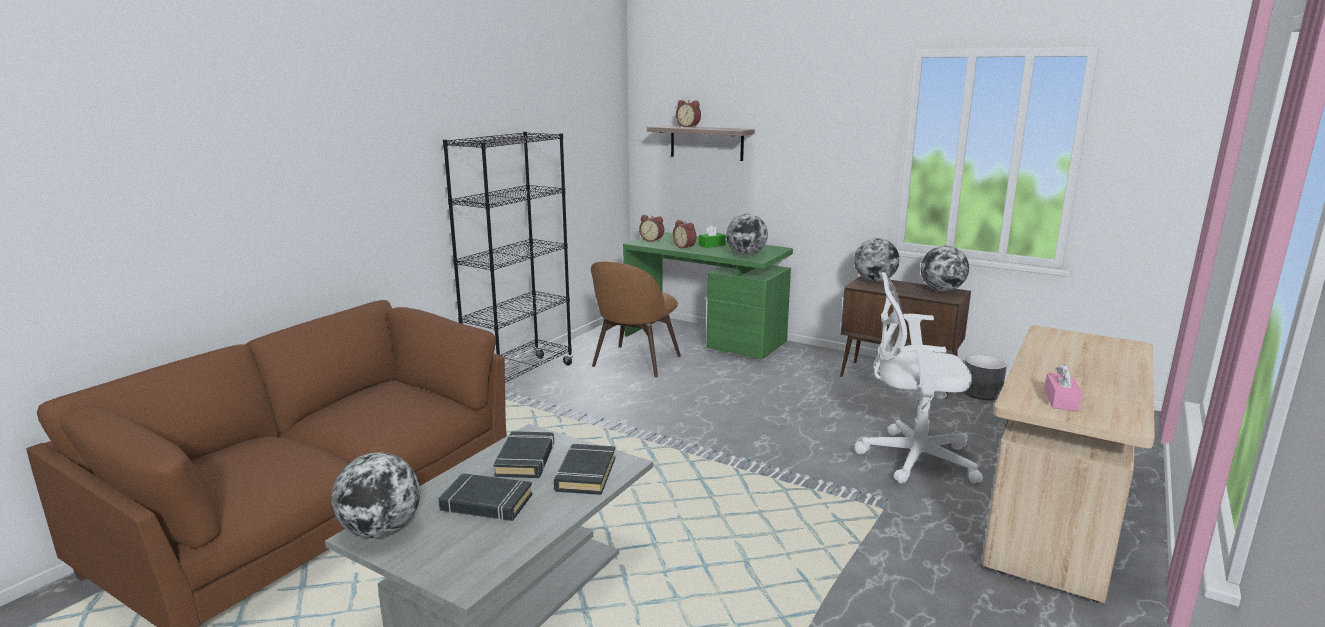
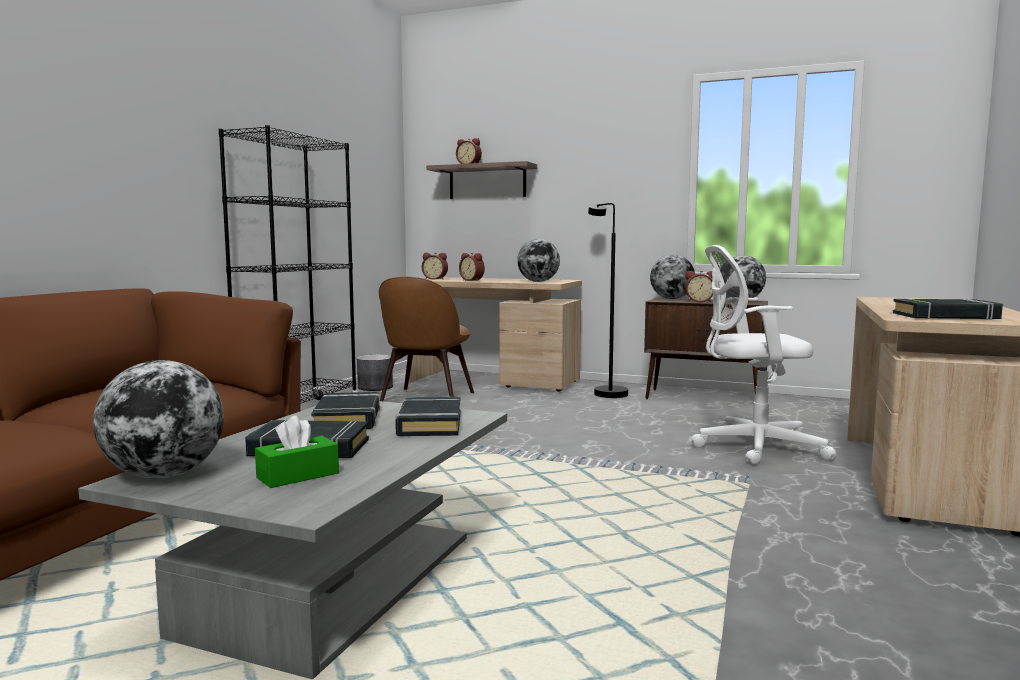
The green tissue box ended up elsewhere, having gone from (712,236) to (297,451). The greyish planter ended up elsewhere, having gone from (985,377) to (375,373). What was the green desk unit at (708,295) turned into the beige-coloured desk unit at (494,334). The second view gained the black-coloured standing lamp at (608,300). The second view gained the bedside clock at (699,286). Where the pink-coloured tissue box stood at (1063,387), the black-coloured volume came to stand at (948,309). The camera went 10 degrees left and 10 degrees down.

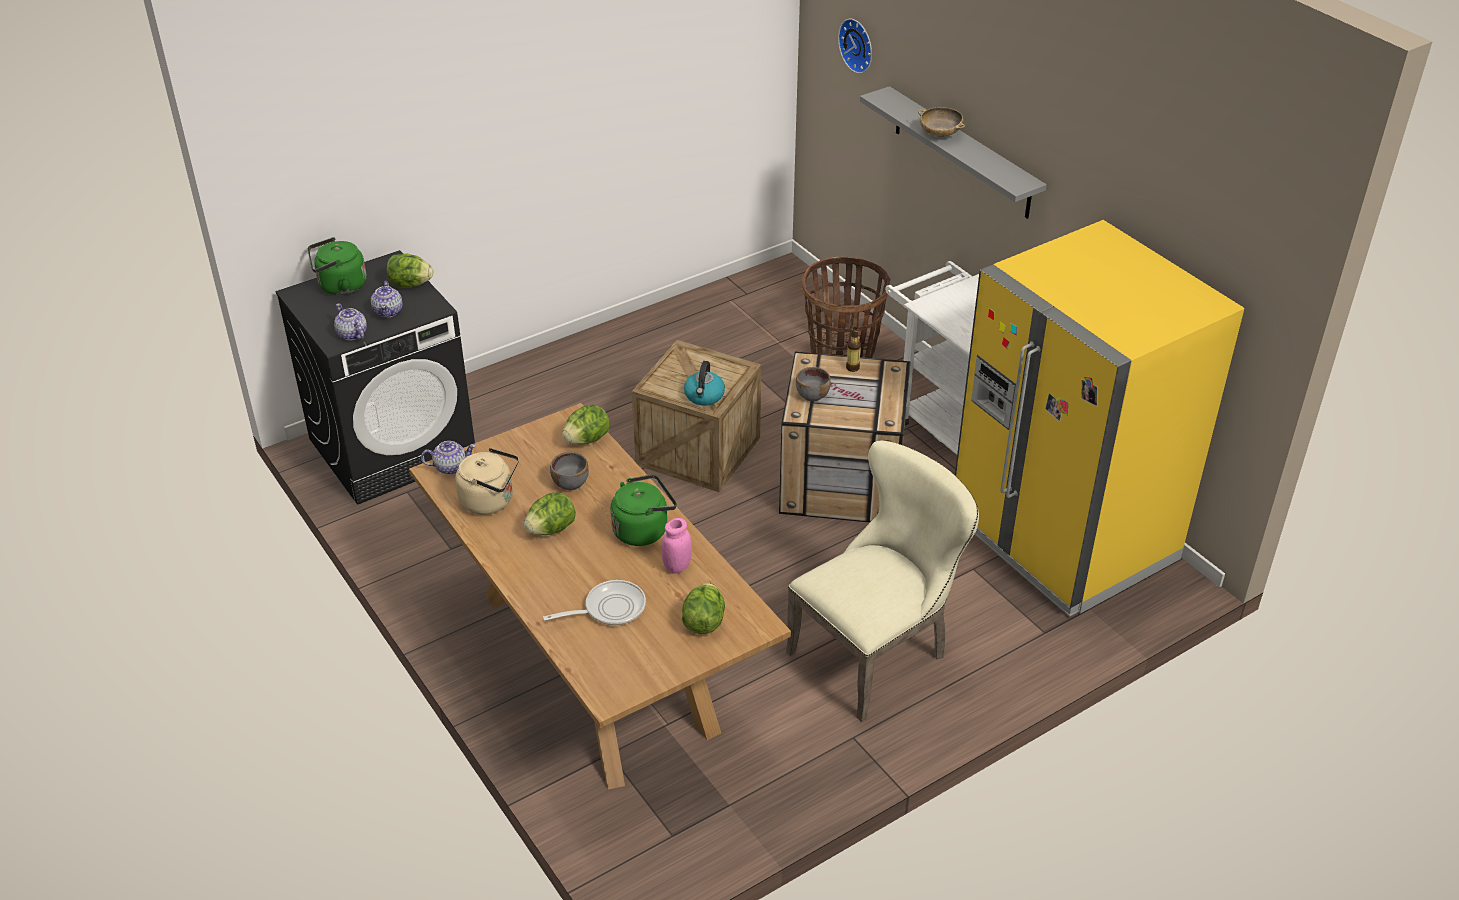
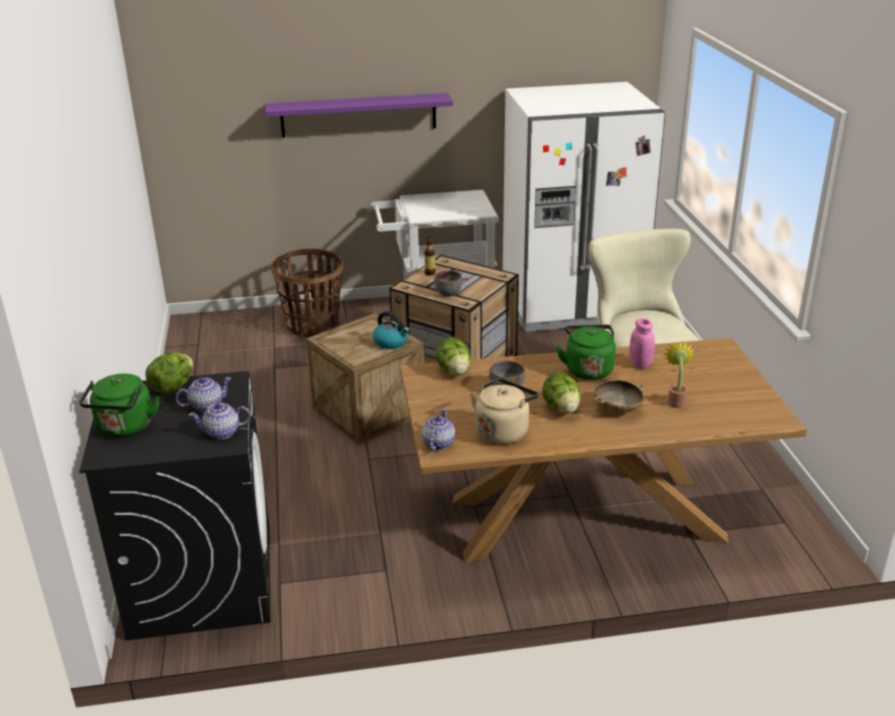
The teapot at (386,299) ended up facing another way, 45 degrees counterclockwise from before. What was the greyish wall shelf at (953,152) turned into the purplish wall shelf at (359,115). What was the yellow fridge at (1099,418) turned into the whitish fridge at (584,207). The beige-coloured deep dish ended up elsewhere, having gone from (941,122) to (619,396). Where the pan stood at (594,602), the plant in a pot came to stand at (679,375). The second view lost the lettuce head at (703,608). The second view lost the clock on the wall at (855,46). The camera went 65 degrees left and 10 degrees down.

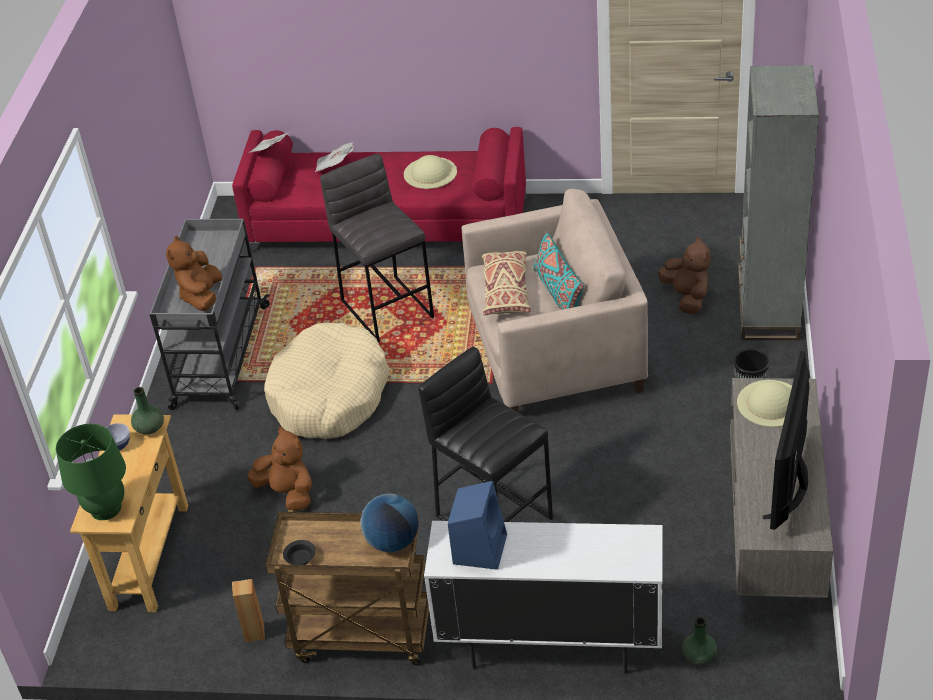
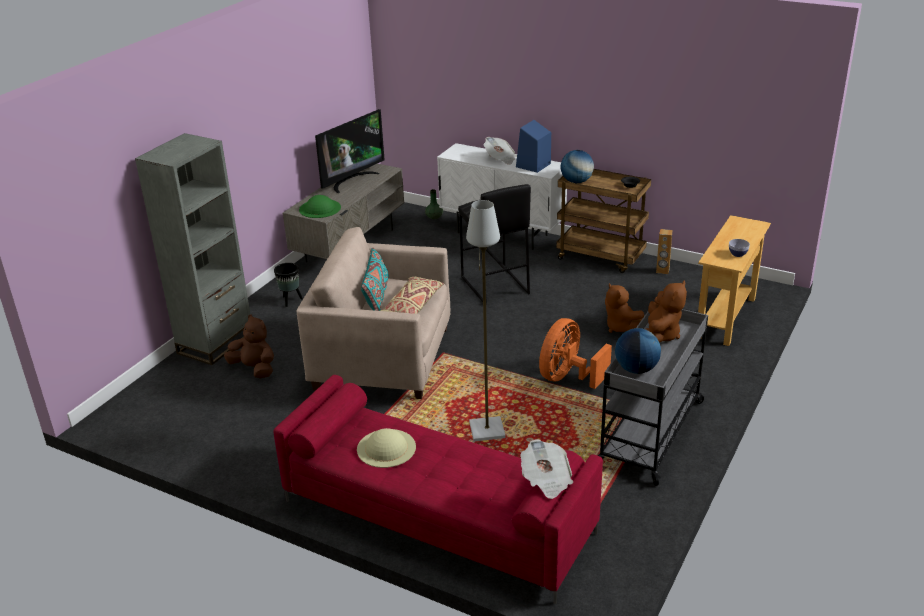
The brown plush toy at (684,275) ended up facing another way, 120 degrees clockwise from before. What was the beige-coloured clothing hat at (764,403) turned into the green clothing hat at (320,206). Where the greyish stool stood at (377,247), the greyish standing lamp came to stand at (486,320). The newspaper ended up elsewhere, having gone from (334,157) to (500,151). Where the beige-coloured pet bed stood at (326,381), the orange-coloured fan came to stand at (575,353). The second view gained the world globe at (638,351). The second view lost the green lamp for a table at (91,472). The second view lost the green decorative vase at (147,411). The camera went 160 degrees left and 10 degrees down.

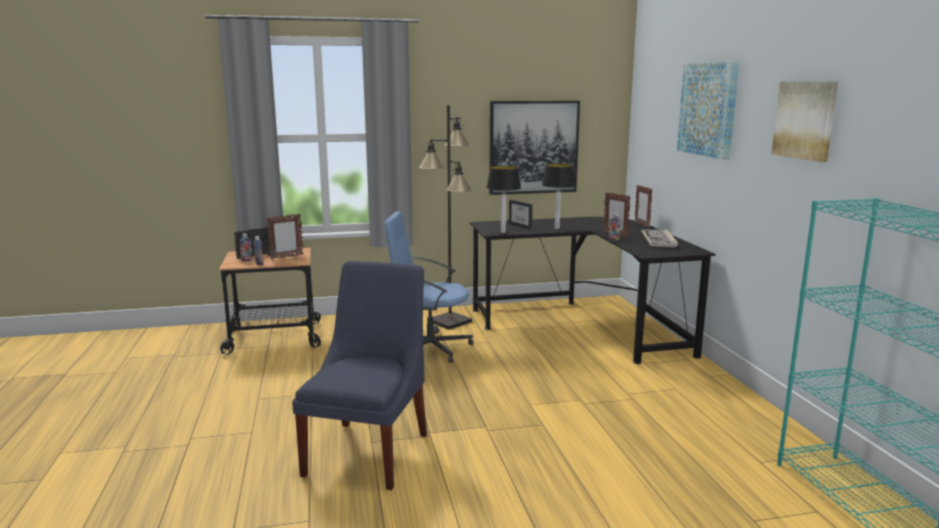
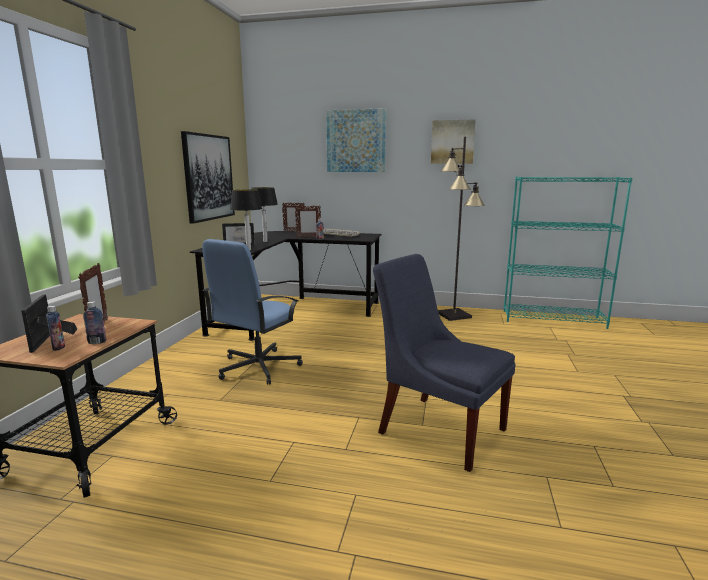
The black-coloured standing lamp ended up elsewhere, having gone from (445,217) to (461,229). The camera went 65 degrees left and 0 degrees up.

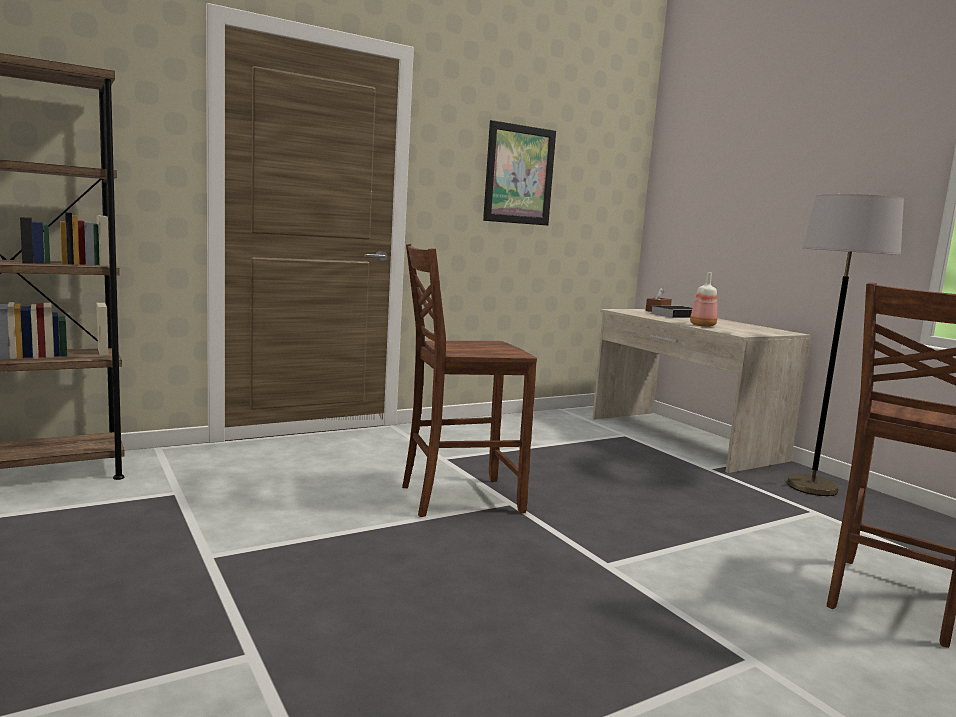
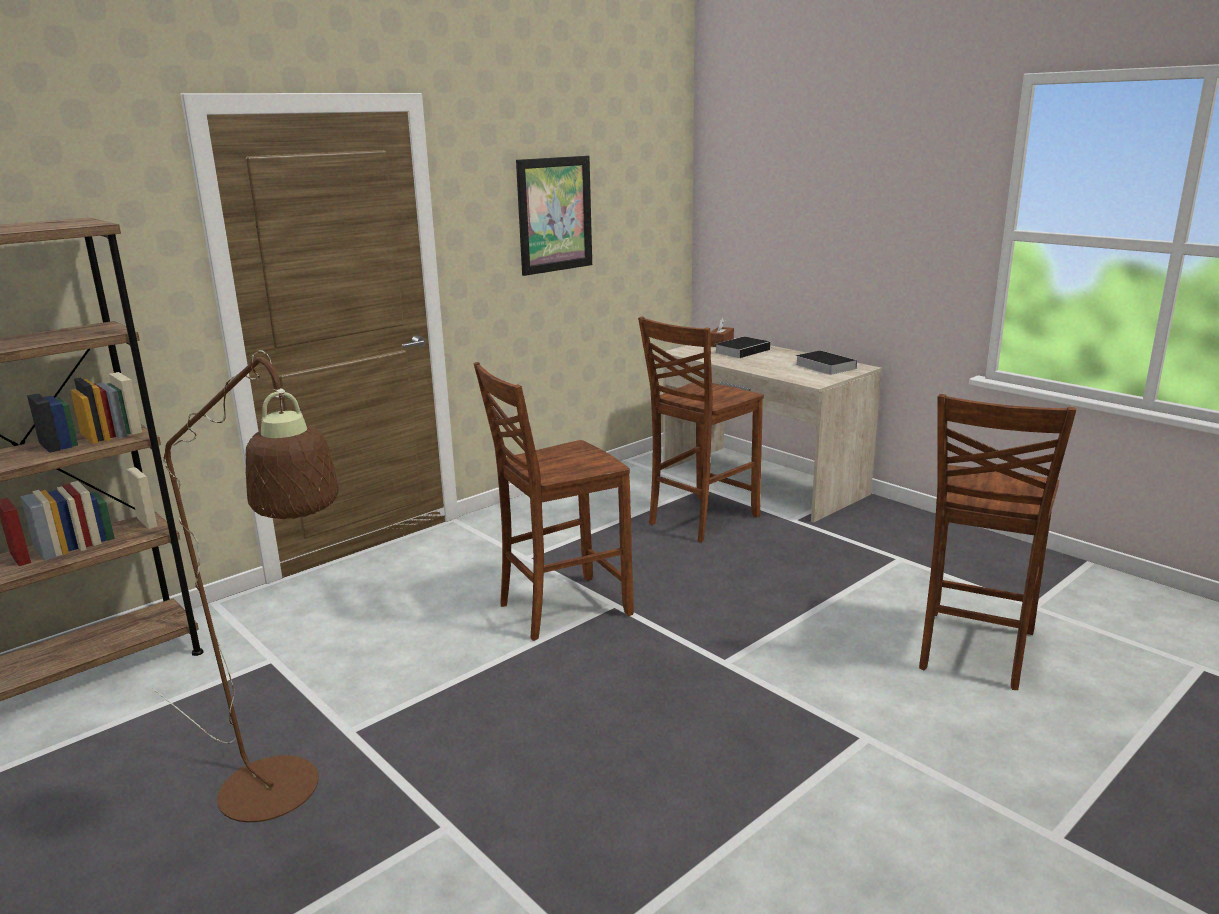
The second view gained the brown standing lamp at (245,586). The second view gained the brown plain chair at (701,430). The second view gained the volume at (826,362). The second view lost the drink bottle at (703,299). The second view lost the greyish standing lamp at (845,345). The camera went 10 degrees left and 10 degrees up.

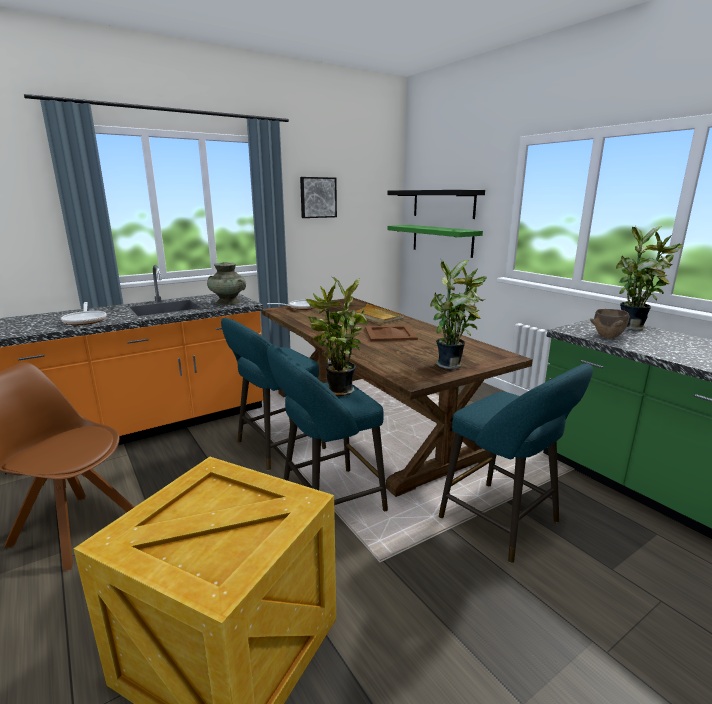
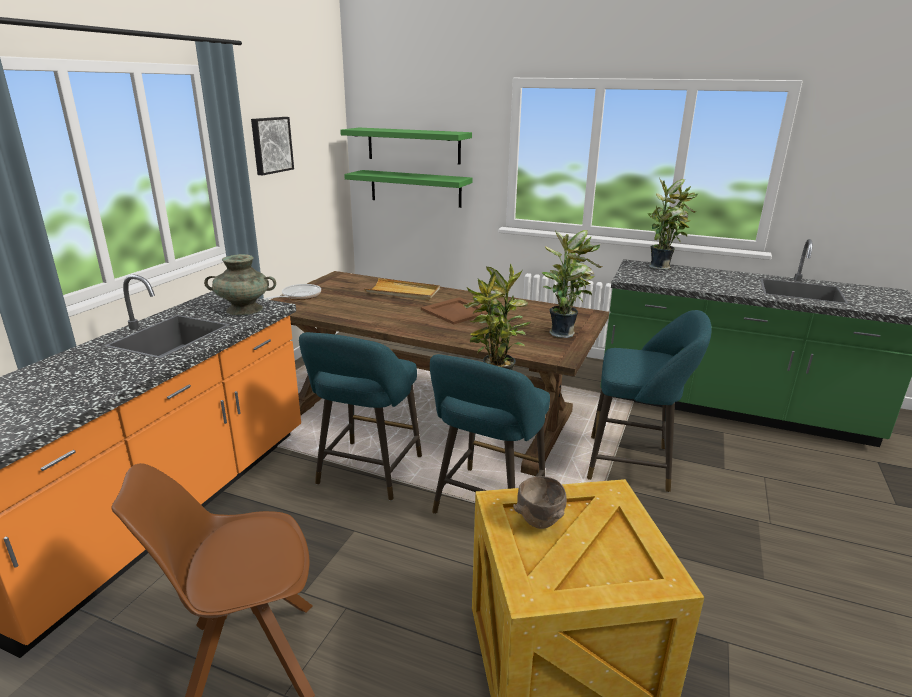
What was the black-coloured wall shelf at (436,204) turned into the green wall shelf at (406,146). The brown deep dish ended up elsewhere, having gone from (610,323) to (540,502). The second view lost the pan at (84,313). The camera went 35 degrees left and 5 degrees up.

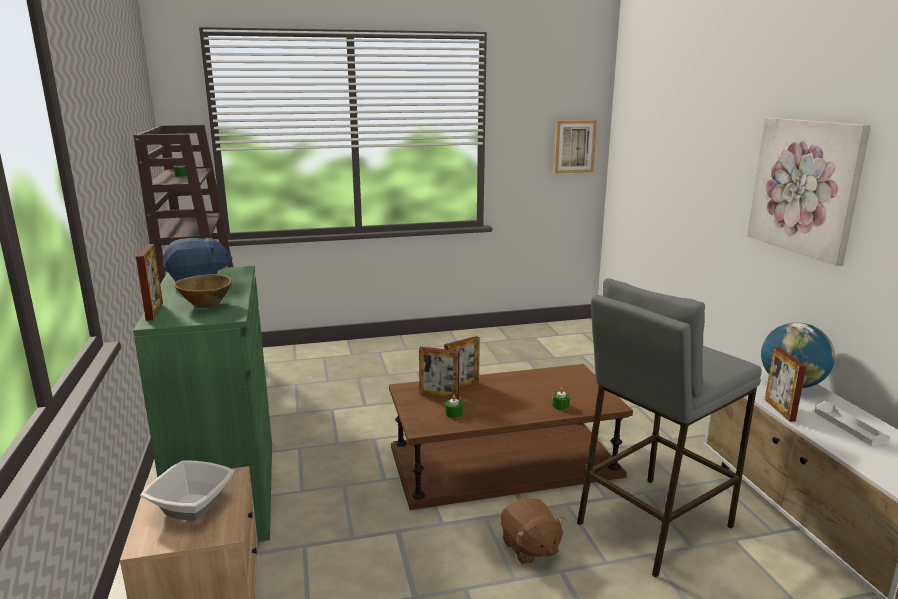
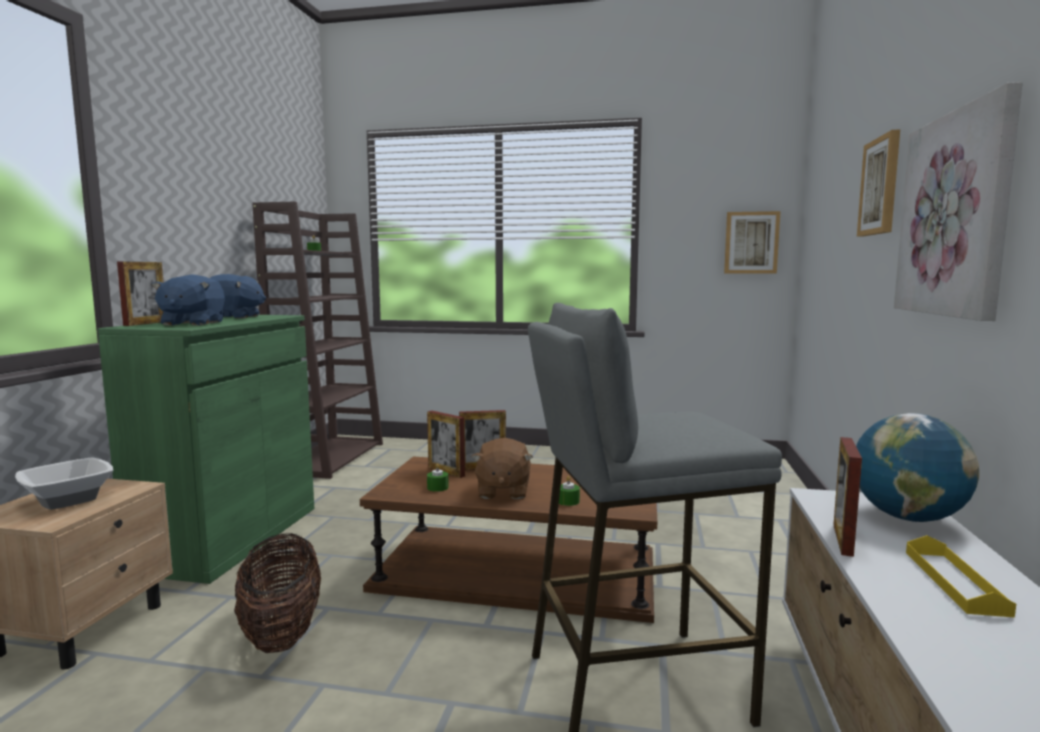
Where the brown deep dish stood at (203,291), the blue-coloured plush toy came to stand at (188,300). The second view gained the storage basket at (277,593). The brown plush toy ended up elsewhere, having gone from (533,531) to (502,468). The second view gained the picture at (878,182). What was the whitish tray at (852,423) turned into the yellow tray at (961,576). The camera went 25 degrees right and 10 degrees down.

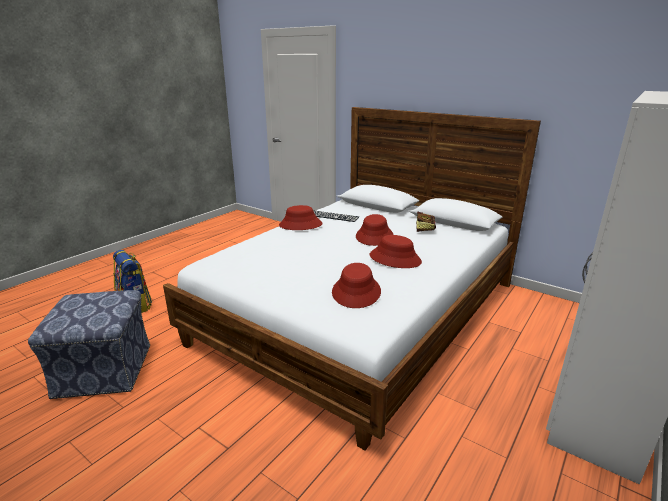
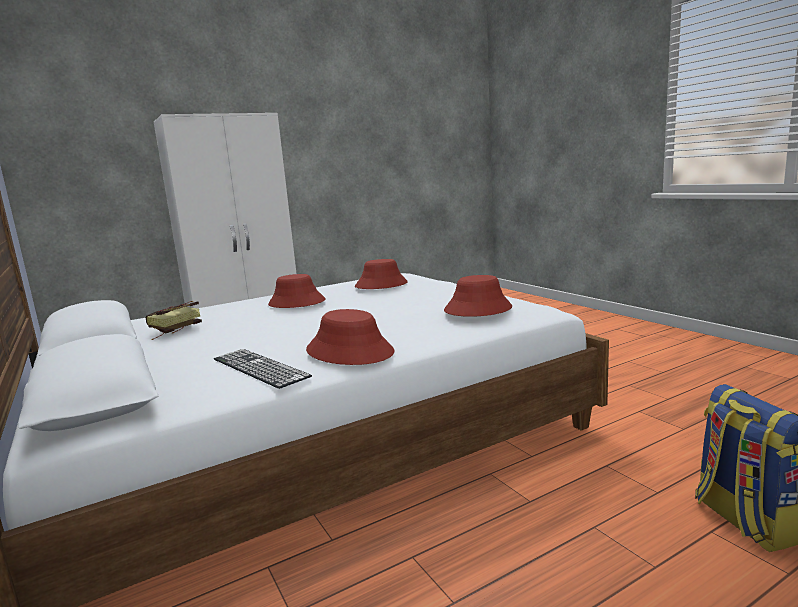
The red clothing hat ended up elsewhere, having gone from (374,230) to (478,296). The second view lost the pouffe at (89,344). The camera went 155 degrees left and 10 degrees down.

